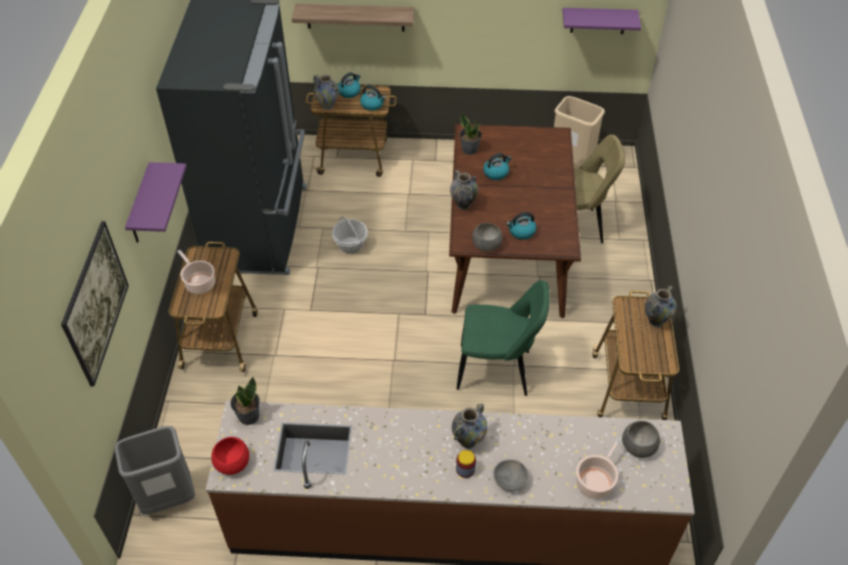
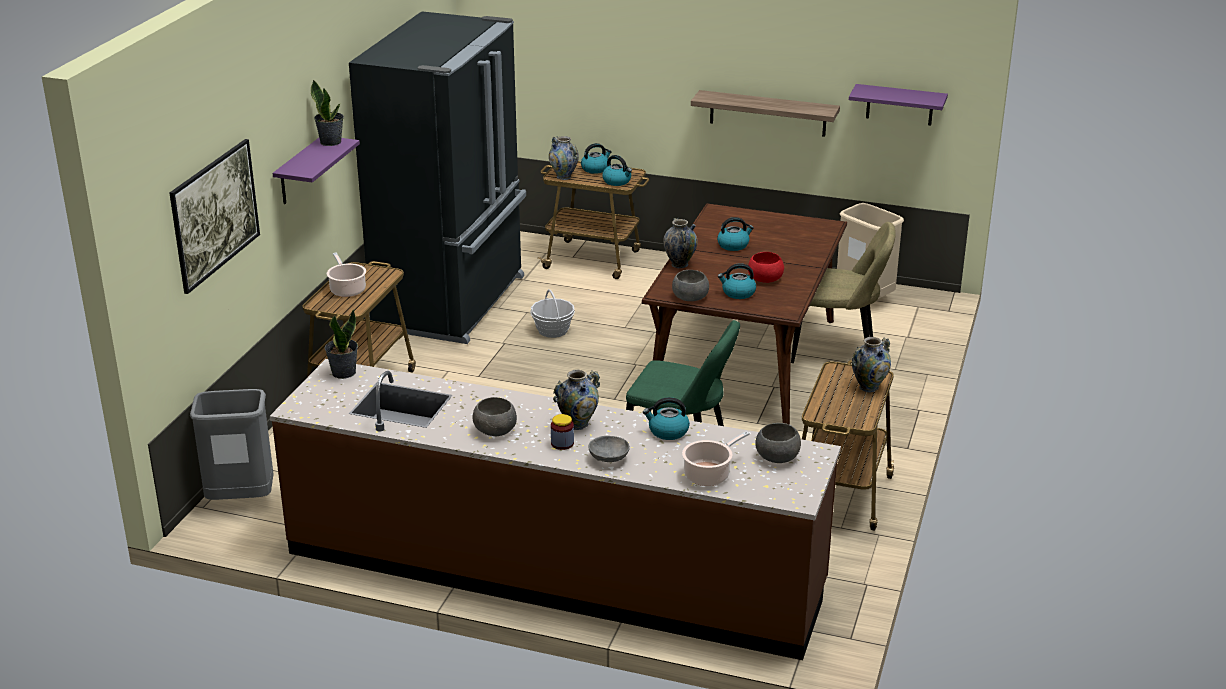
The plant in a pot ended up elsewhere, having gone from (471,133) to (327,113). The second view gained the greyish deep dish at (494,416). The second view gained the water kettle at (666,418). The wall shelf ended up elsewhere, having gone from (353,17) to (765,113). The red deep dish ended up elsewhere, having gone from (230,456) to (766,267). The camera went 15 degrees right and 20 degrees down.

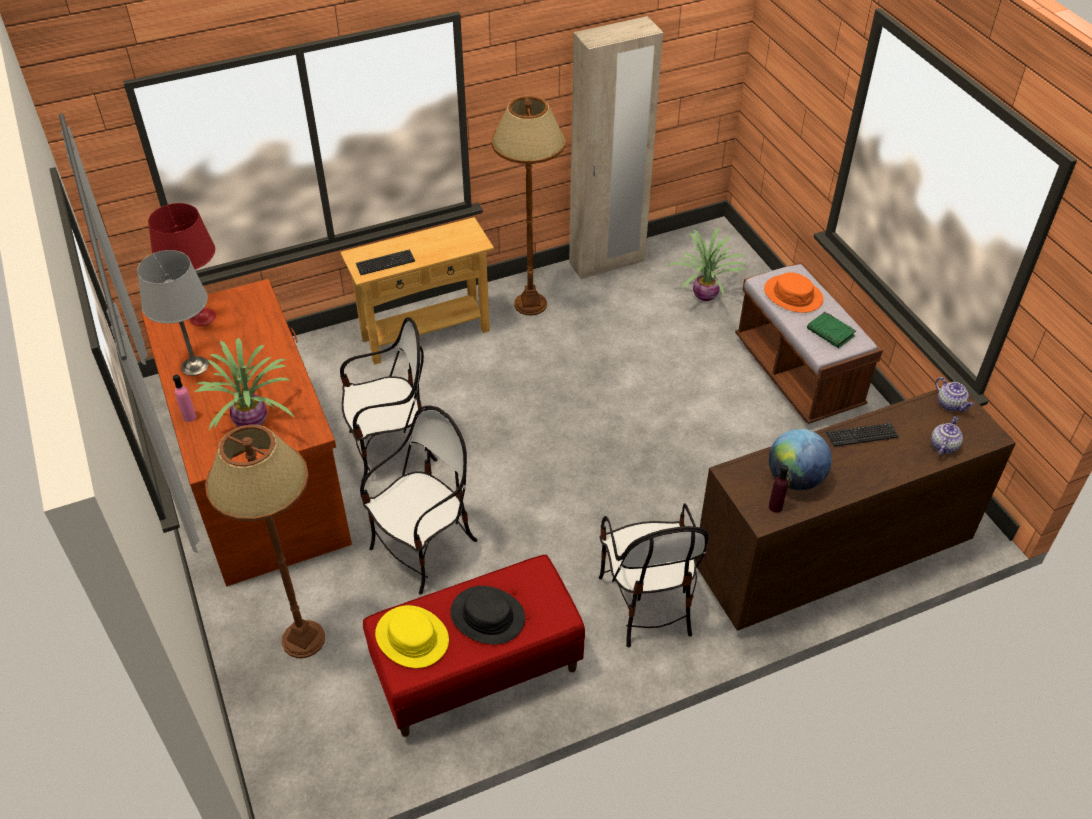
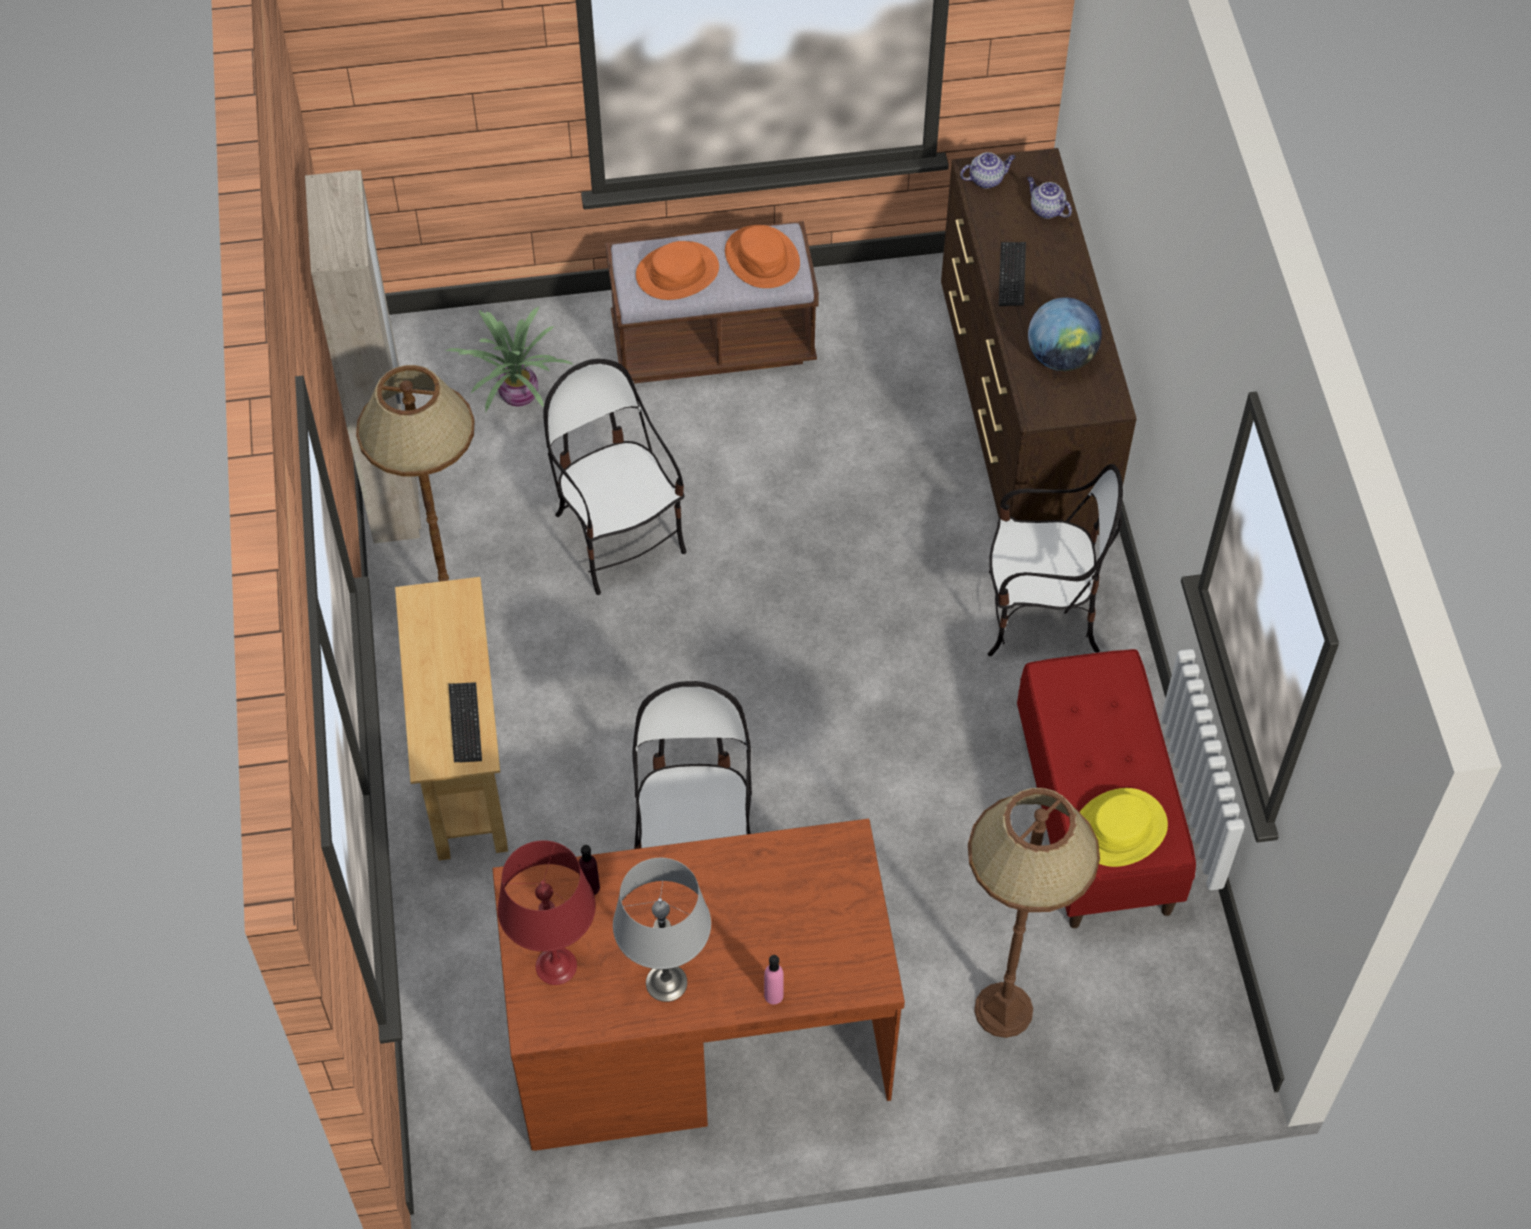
The plain chair ended up elsewhere, having gone from (419,500) to (615,477). The purplish drink bottle ended up elsewhere, having gone from (779,489) to (589,870). Where the green volume stood at (831,330), the orange-coloured clothing hat came to stand at (762,256). The second view lost the plant in a pot at (244,384). The second view lost the black-coloured clothing hat at (487,615). The camera went 75 degrees left and 10 degrees up.

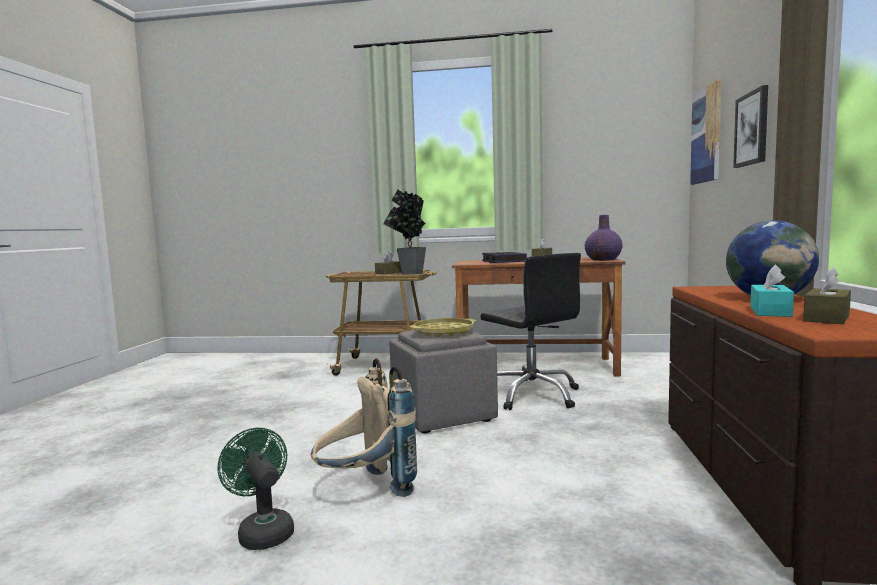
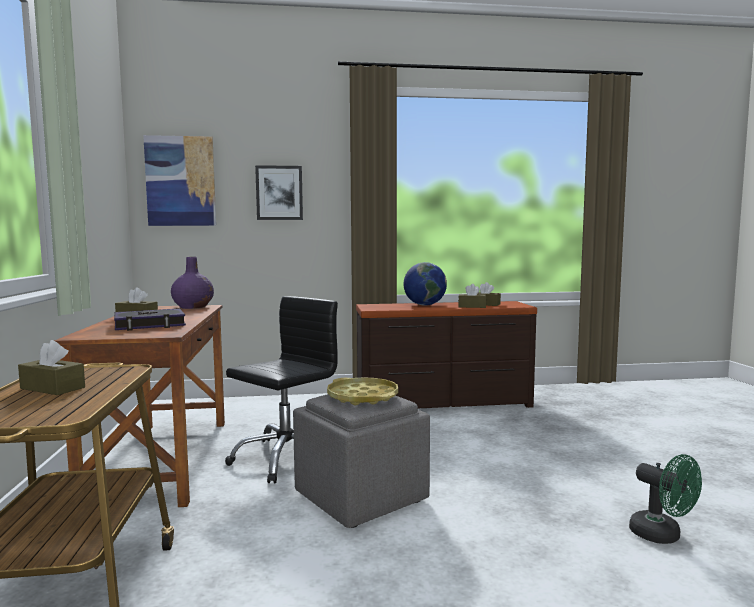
What was the turquoise tissue box at (772,291) turned into the brown tissue box at (472,296). The green fan at (256,489) ended up facing another way, 75 degrees counterclockwise from before. The second view lost the beige-coloured rucksack at (364,427). The second view lost the plant in a pot at (404,232). The camera went 105 degrees left and 0 degrees up.

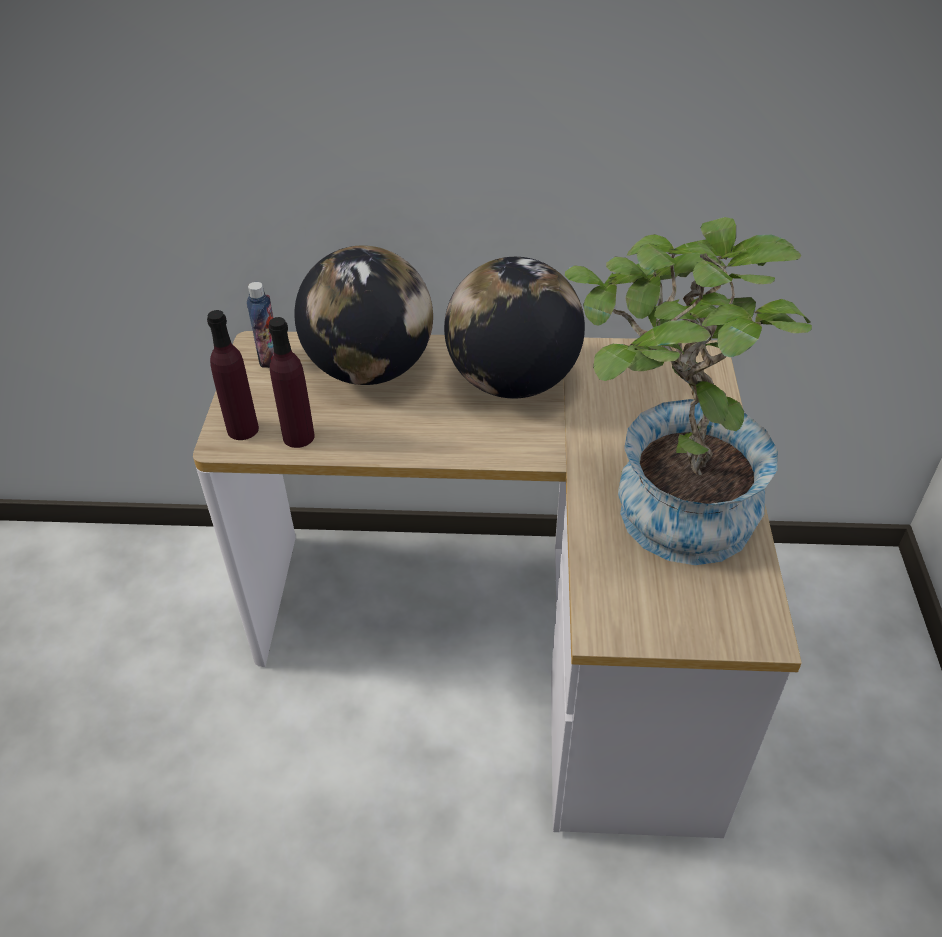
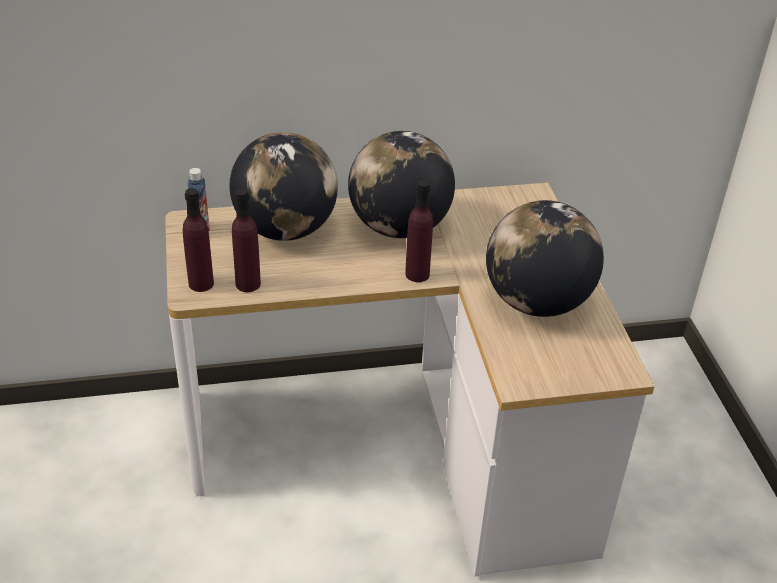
The second view gained the purplish drink bottle at (419,231). Where the plant in a pot stood at (688,391), the world globe came to stand at (545,258). The camera went 15 degrees left and 5 degrees down.

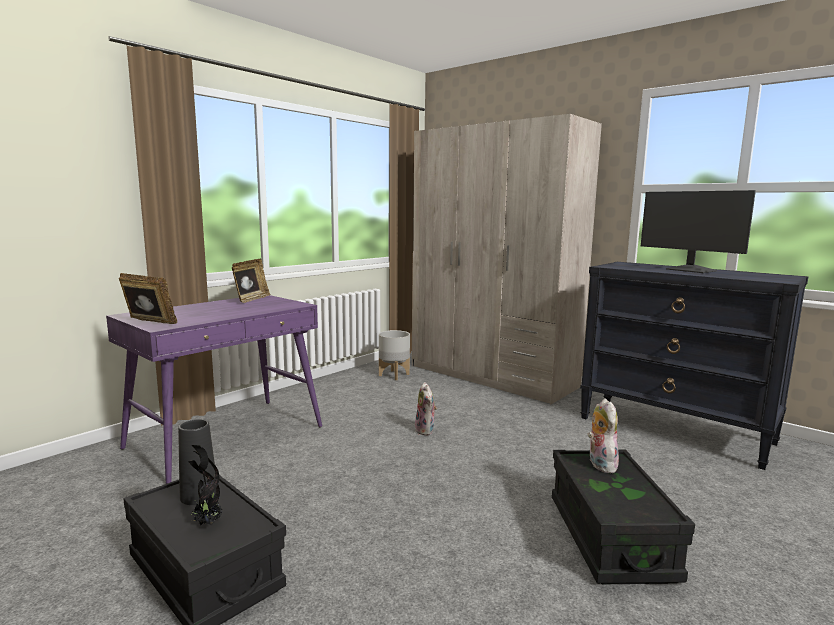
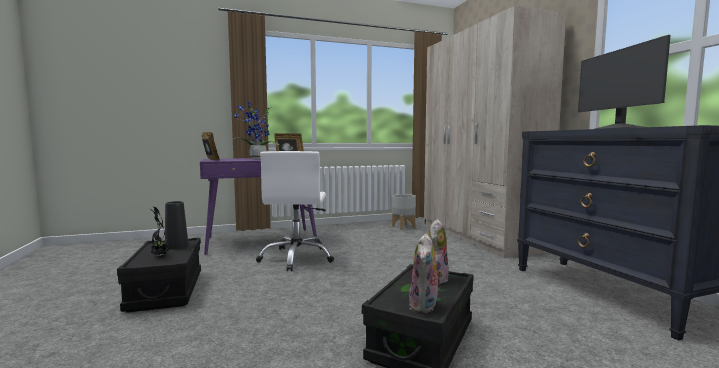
The second view gained the plant in a pot at (256,130). The second view gained the whitish computer chair at (295,211). The plush toy ended up elsewhere, having gone from (426,409) to (426,273). The camera went 30 degrees right and 5 degrees down.

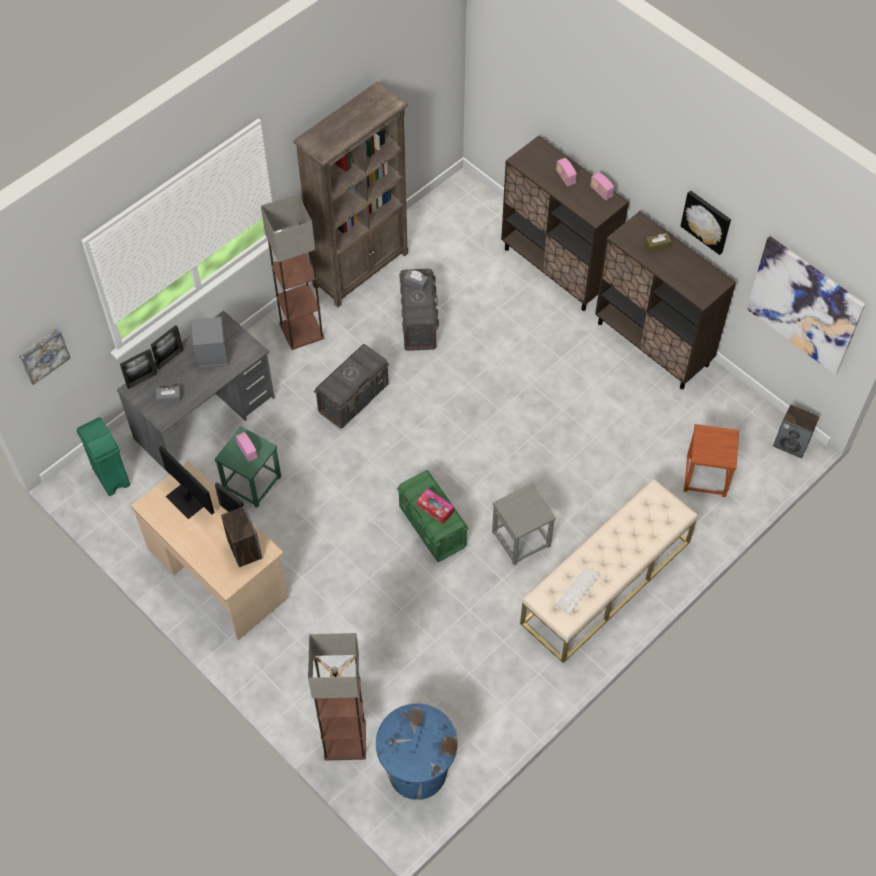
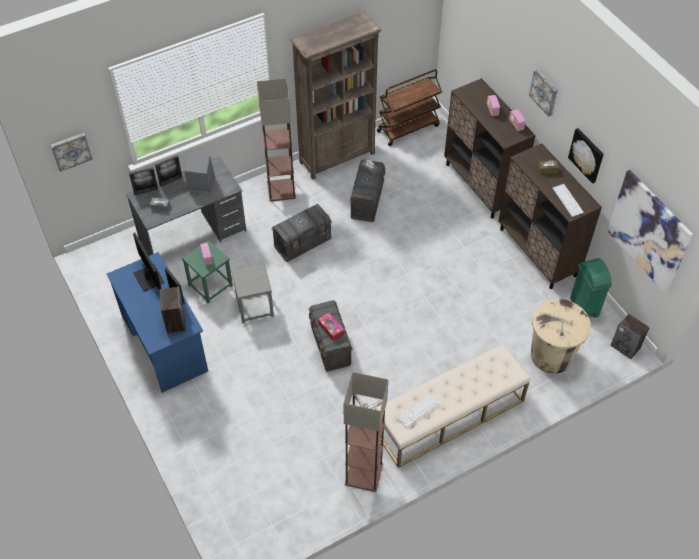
What was the beige-coloured desk unit at (209,550) turned into the blue-coloured desk unit at (157,322). The greyish stool ended up elsewhere, having gone from (524,524) to (253,293). What was the green storage bin at (433,516) turned into the greyish storage bin at (331,336). The standing lamp ended up elsewhere, having gone from (337,697) to (366,432). The second view gained the brown trolley at (409,107). The second view gained the picture at (543,92). Where the brown stool stood at (711,460), the beige-coloured trash can came to stand at (561,336). The second view gained the PC keyboard at (568,200). The green trash can ended up elsewhere, having gone from (103,456) to (591,288). The second view lost the blue-coloured trash can at (417,751). The camera went 15 degrees right and 5 degrees down.

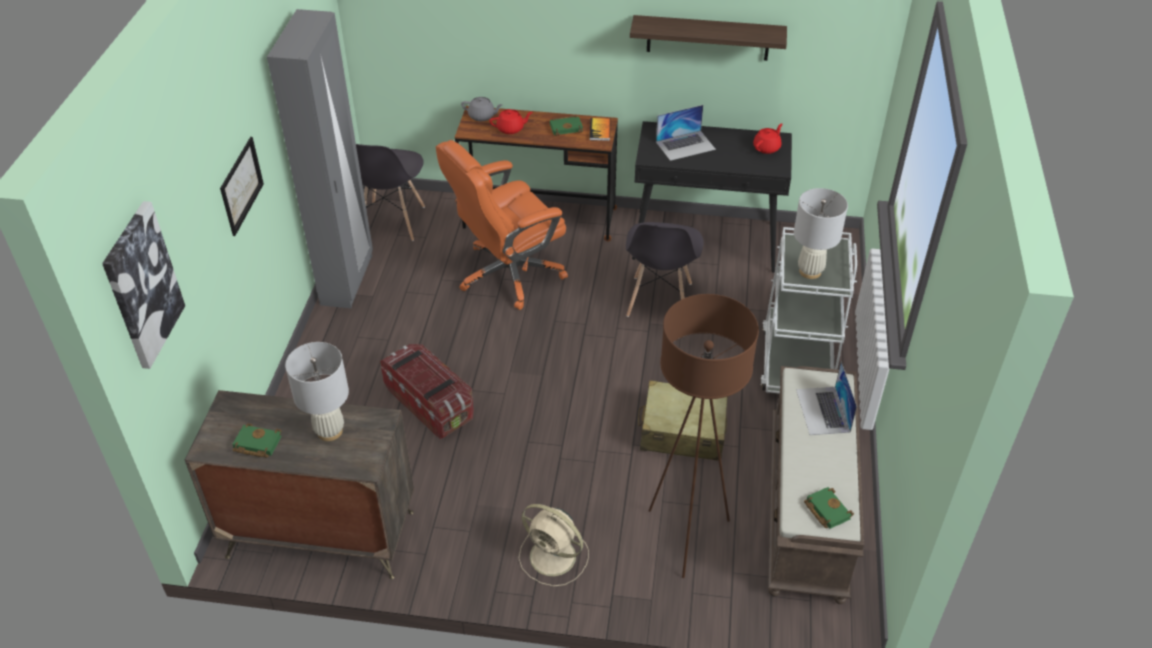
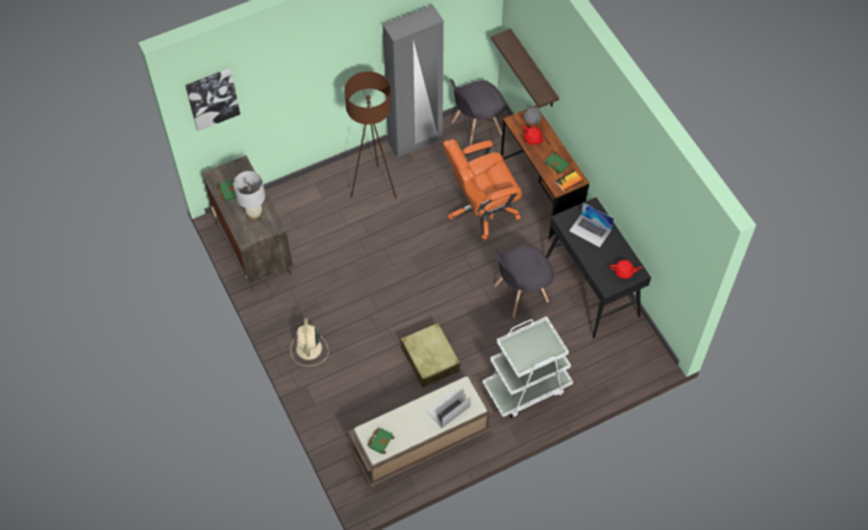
The brown standing lamp ended up elsewhere, having gone from (703,436) to (370,135). The orange-coloured computer chair at (502,225) ended up facing another way, 45 degrees counterclockwise from before. The wall shelf ended up elsewhere, having gone from (708,38) to (525,68). The second view lost the picture at (242,186). The second view lost the storage bin at (427,391). The second view lost the whitish lamp for a table at (821,233). The camera went 55 degrees right and 15 degrees up.

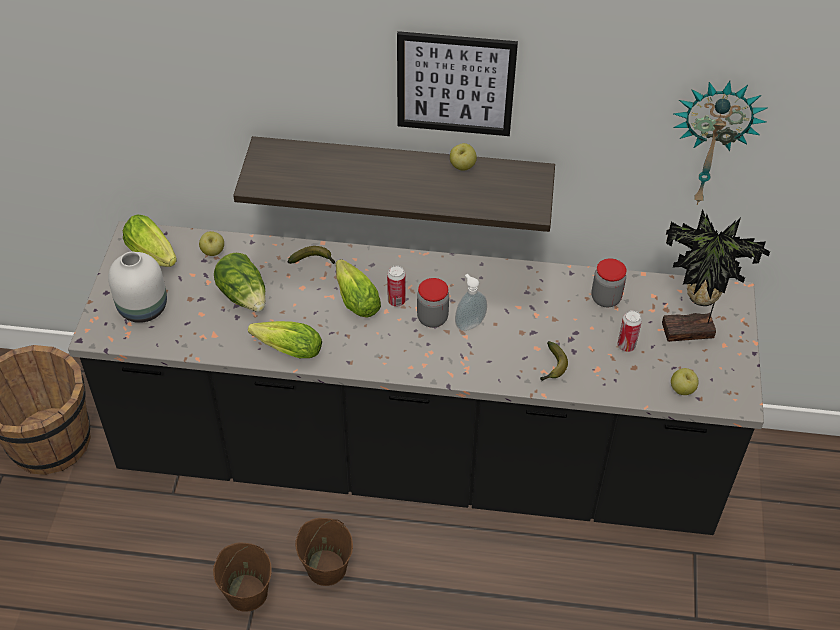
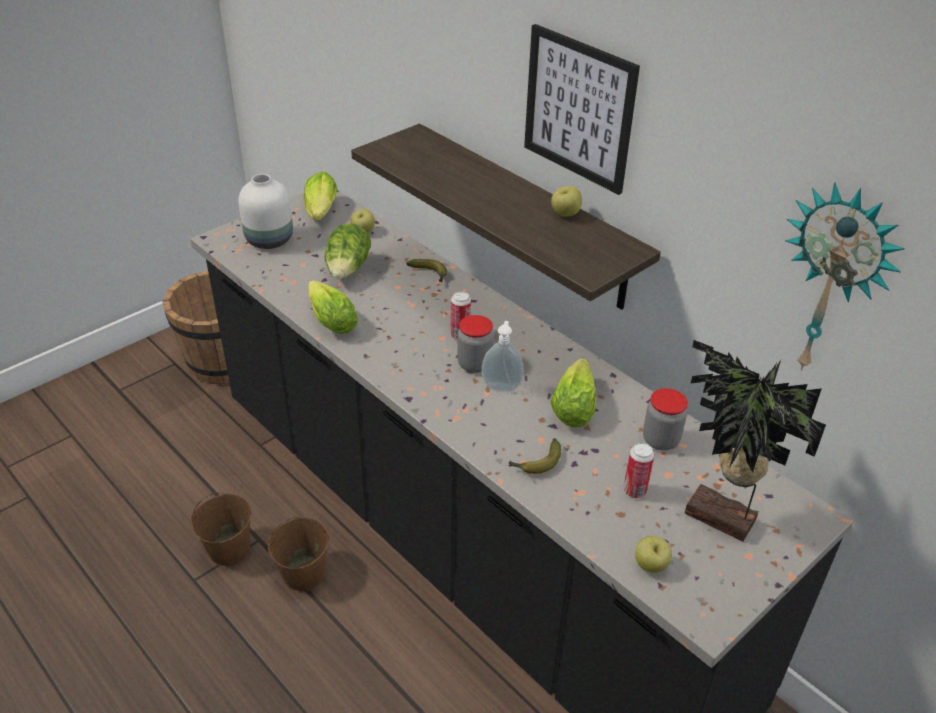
The lettuce head ended up elsewhere, having gone from (358,288) to (573,392). The camera went 40 degrees right and 10 degrees down.

